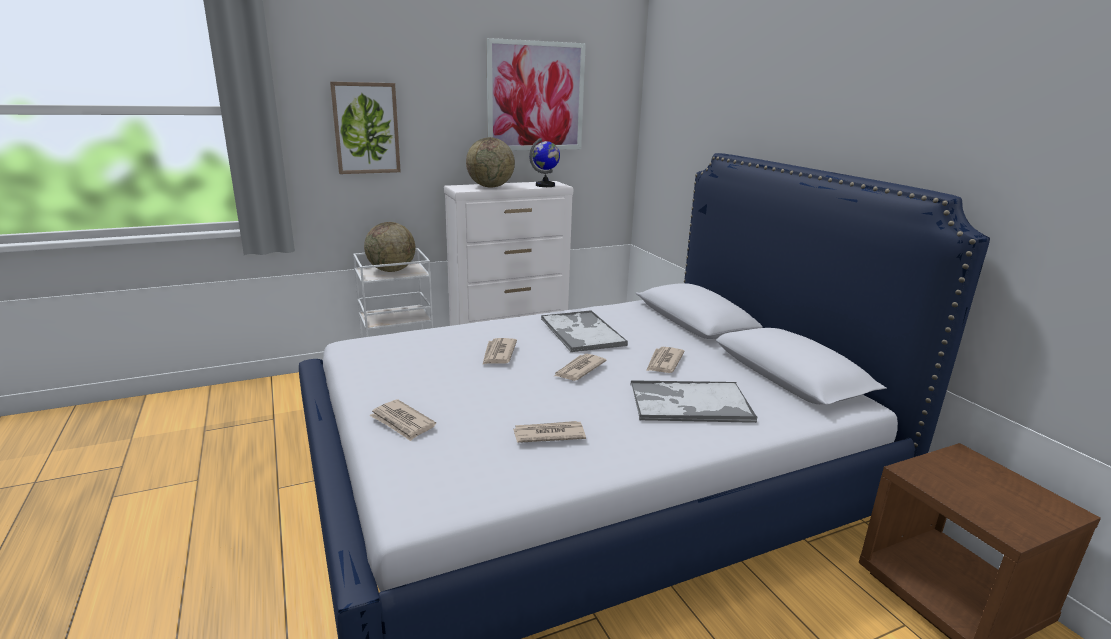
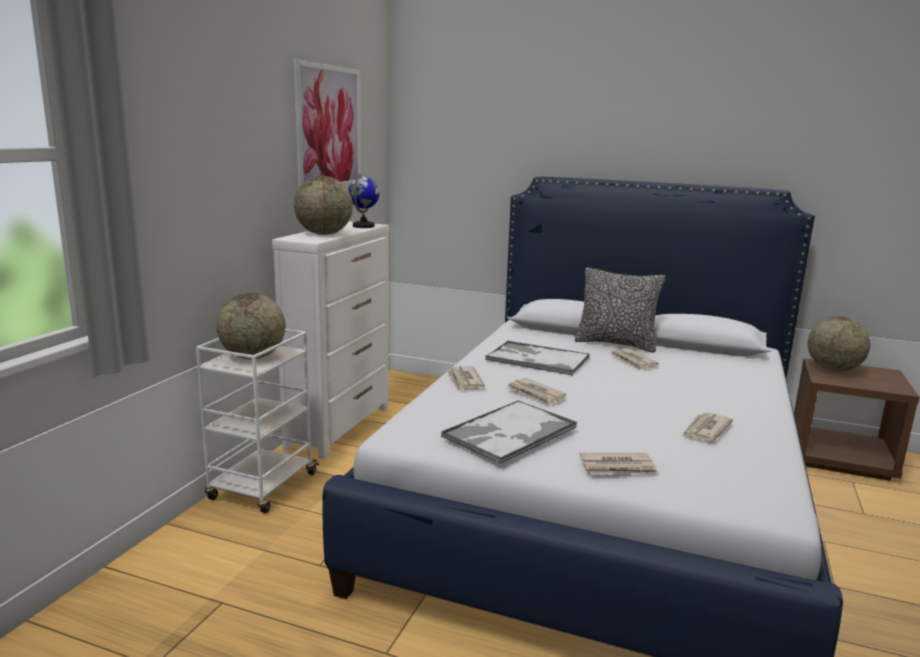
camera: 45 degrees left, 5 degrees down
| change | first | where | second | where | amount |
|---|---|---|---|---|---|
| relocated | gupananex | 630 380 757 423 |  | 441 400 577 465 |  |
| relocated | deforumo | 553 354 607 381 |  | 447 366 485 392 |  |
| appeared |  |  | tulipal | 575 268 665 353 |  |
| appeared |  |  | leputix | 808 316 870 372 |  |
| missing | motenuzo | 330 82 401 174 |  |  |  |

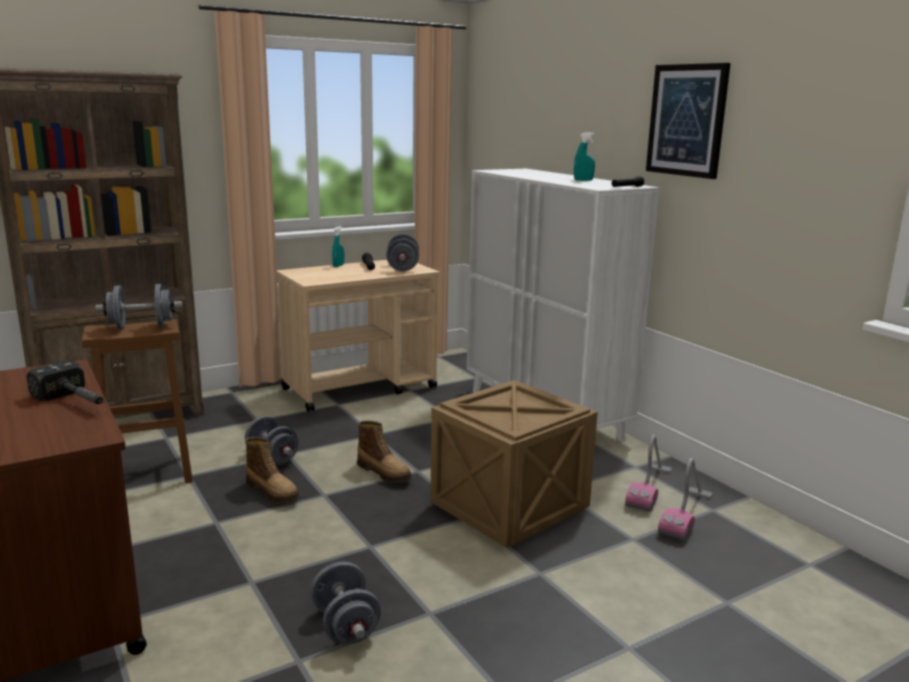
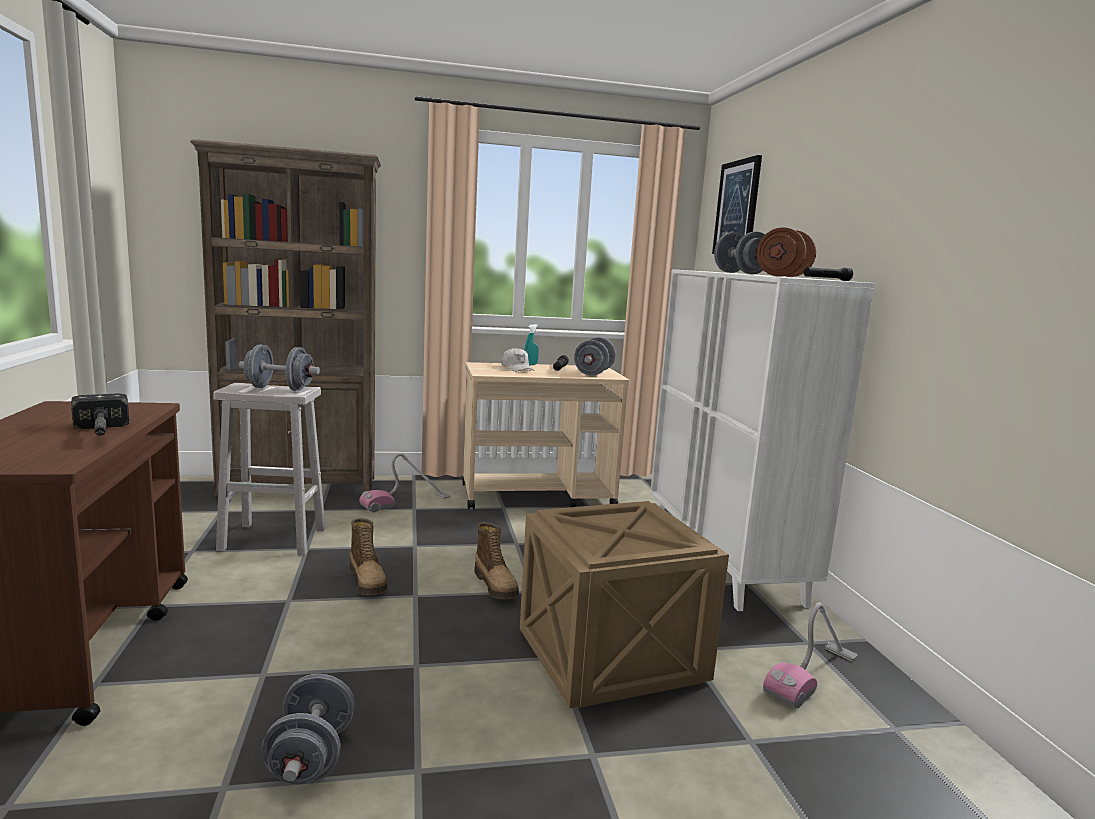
camera: 20 degrees right, 5 degrees down
| change | first | where | second | where | amount |
|---|---|---|---|---|---|
| colour | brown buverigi | 82 319 193 483 | white buverigi | 214 383 326 555 |  |
| relocated | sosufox | 658 458 713 541 |  | 359 453 450 513 |  |
| appeared |  |  | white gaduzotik | 501 347 535 372 |  |
| relocated | motenuzo | 646 63 731 179 |  | 712 155 762 254 |  |
| relocated | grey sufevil | 245 416 299 465 |  | 714 232 765 274 |  |
| exchanged | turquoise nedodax | 574 133 595 181 | brown sufevil | 757 227 816 277 |  |

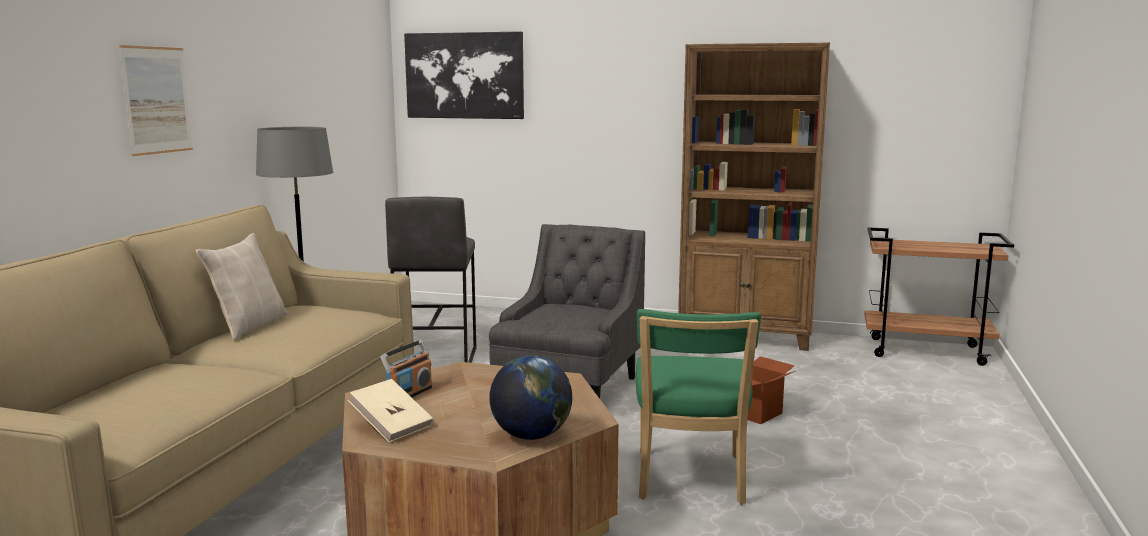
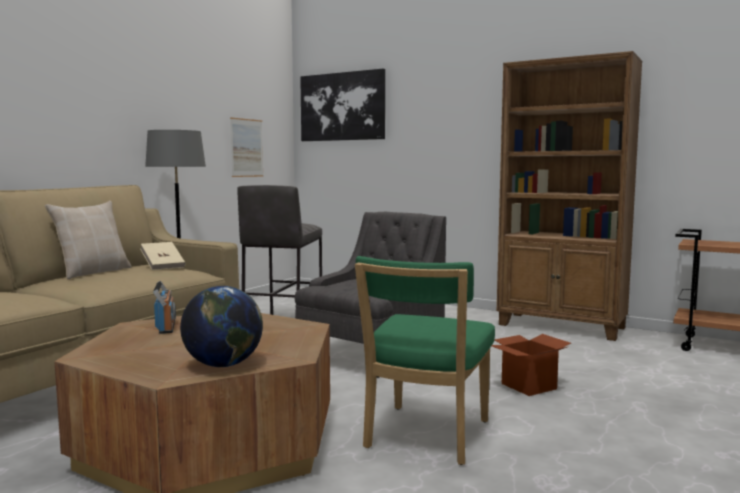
camera: 15 degrees right, 5 degrees down
| change | first | where | second | where | amount |
|---|---|---|---|---|---|
| relocated | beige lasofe | 348 379 433 442 |  | 140 242 186 270 |  |
| spun | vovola | 380 340 432 397 |  | 153 281 176 334 | 60 degrees counterclockwise |
| relocated | motenuzo | 119 45 193 156 |  | 230 117 264 177 |  |

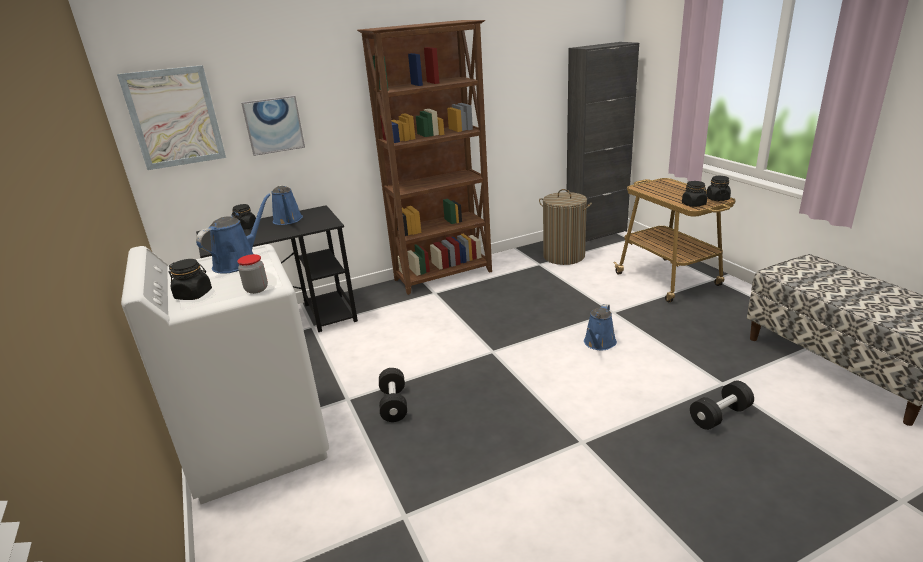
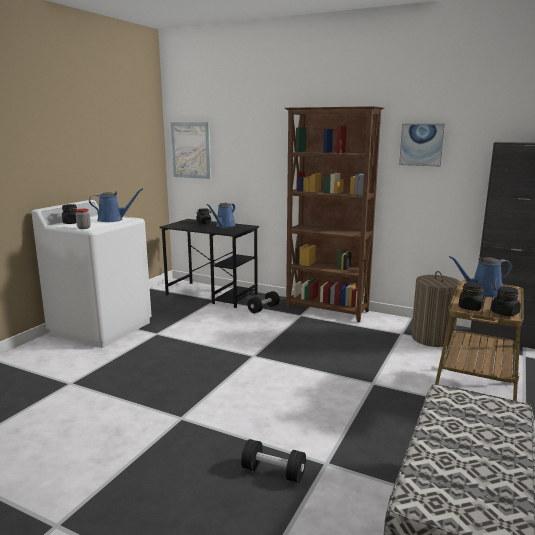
camera: 50 degrees right, 10 degrees down
| change | first | where | second | where | amount |
|---|---|---|---|---|---|
| relocated | black sufevil | 379 368 407 422 |  | 247 291 280 314 |  |
| relocated | motenuzo | 241 95 305 156 |  | 399 124 445 167 |  |
| relocated | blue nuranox | 584 304 617 350 |  | 449 256 512 297 |  |

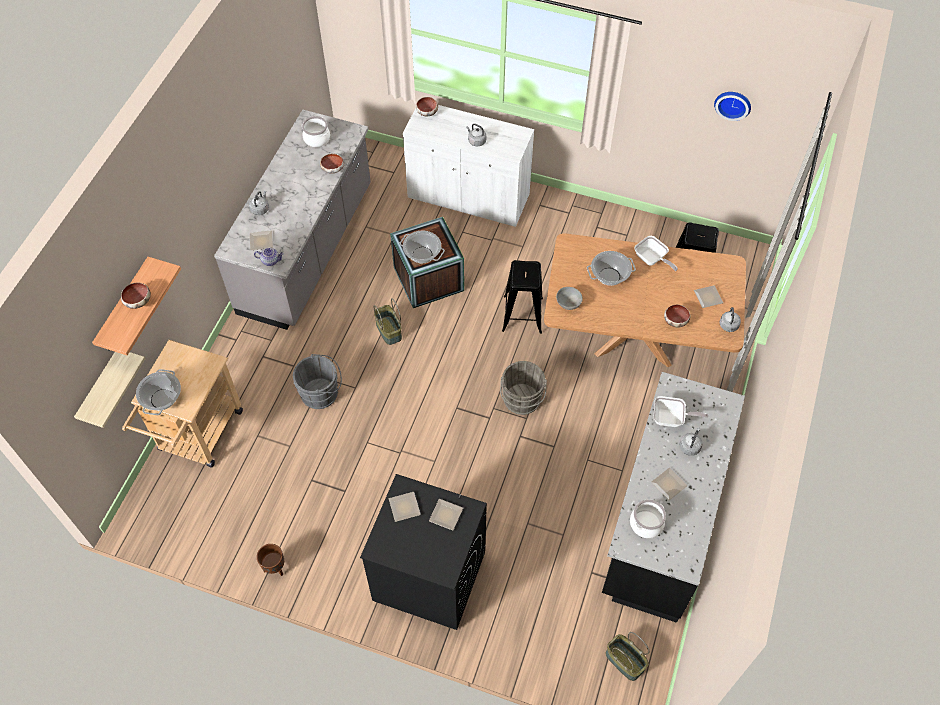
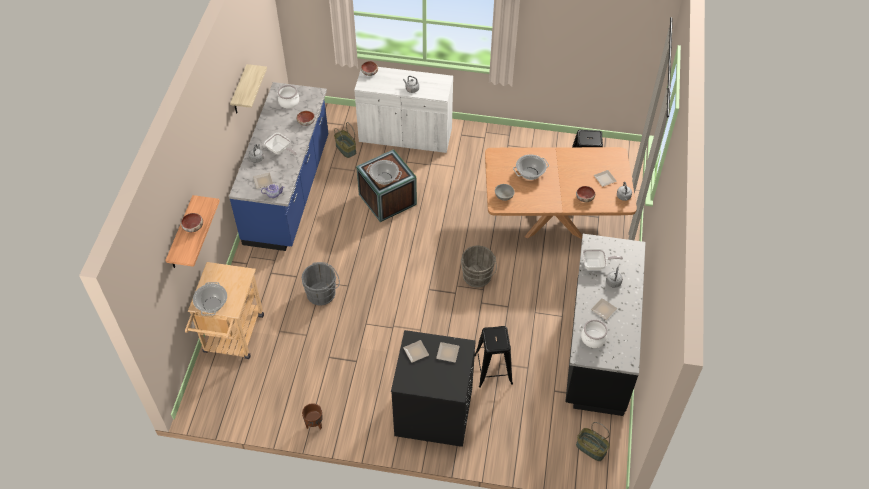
camera: 10 degrees left, 5 degrees down
| change | first | where | second | where | amount |
|---|---|---|---|---|---|
| colour | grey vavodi | 214 110 371 330 | blue vavodi | 229 82 328 251 |  |
| relocated | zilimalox | 74 352 146 428 |  | 230 64 267 114 |  |
| relocated | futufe | 634 236 678 271 |  | 264 133 297 155 |  |
| relocated | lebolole | 373 298 402 345 |  | 334 122 356 158 |  |
| relocated | black buverigi | 502 260 543 334 |  | 475 326 513 388 |  |
| missing | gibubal | 714 92 751 121 |  |  |  |

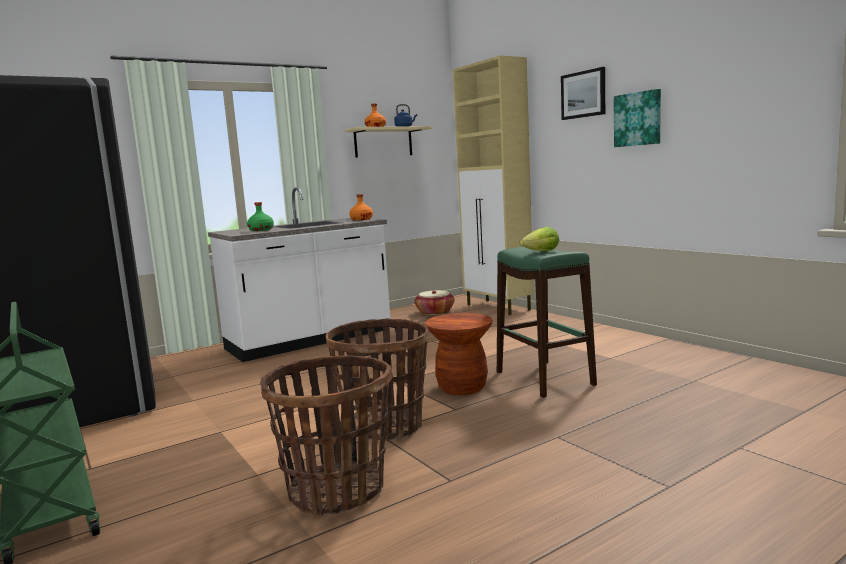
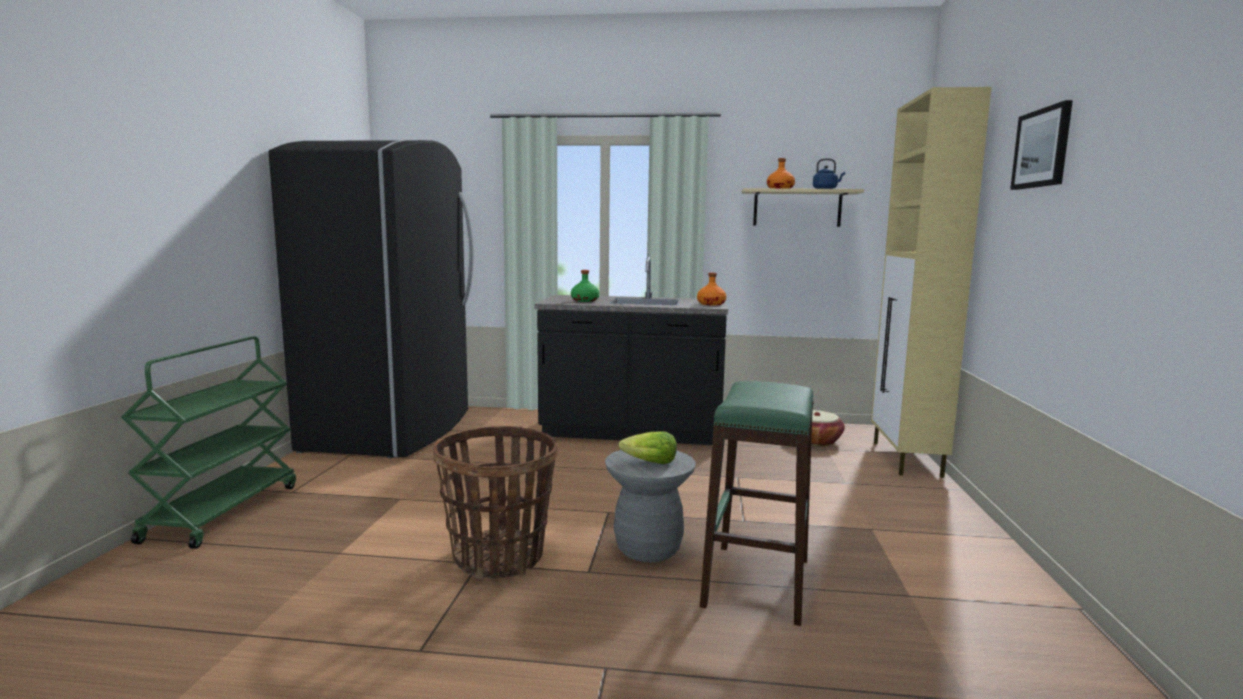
camera: 40 degrees right, 0 degrees up
| change | first | where | second | where | amount |
|---|---|---|---|---|---|
| colour | white vavodi | 208 187 390 362 | black vavodi | 534 257 728 445 |  |
| colour | brown buverigi | 425 313 493 395 | grey buverigi | 605 450 696 562 |  |
| relocated | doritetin | 520 227 559 251 |  | 619 431 677 464 |  |
| missing | lebolole | 260 355 392 516 |  |  |  |
| missing | motenuzo | 614 89 661 147 |  |  |  |

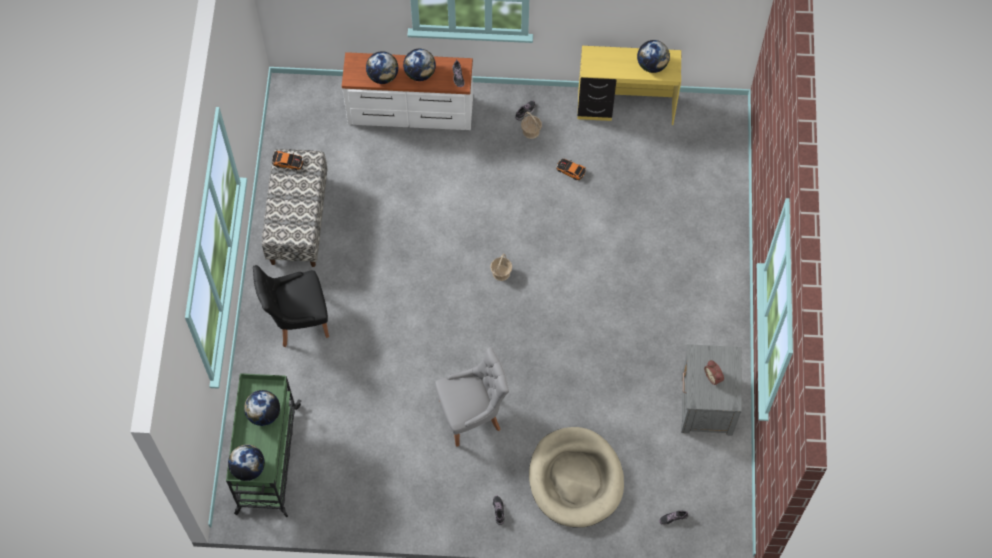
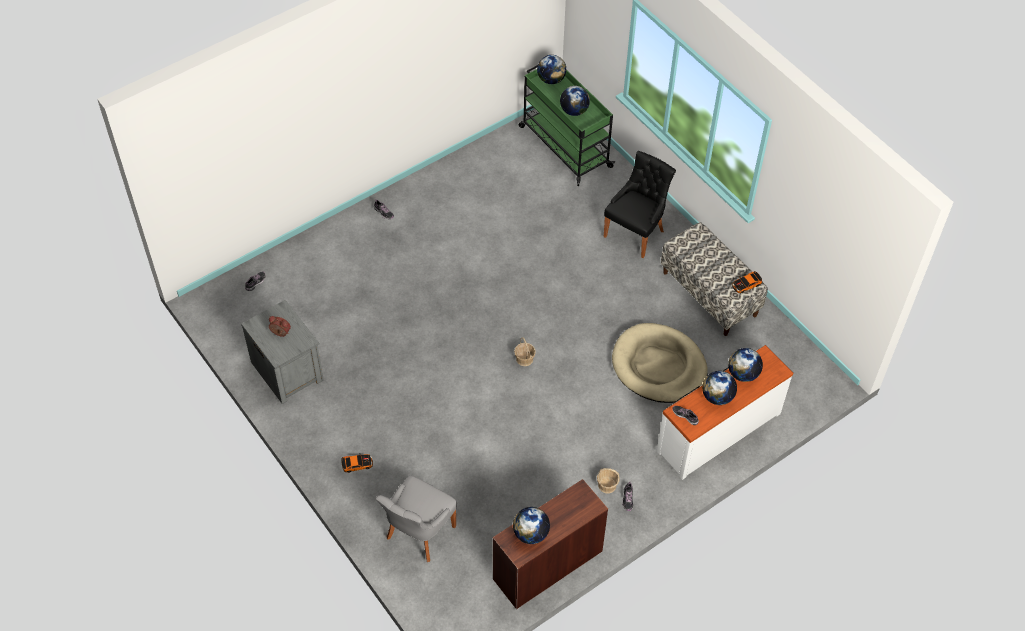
camera: 140 degrees right, 10 degrees down
| change | first | where | second | where | amount |
|---|---|---|---|---|---|
| relocated | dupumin | 556 159 586 180 |  | 341 454 373 473 |  |
| relocated | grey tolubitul | 435 347 509 447 |  | 375 476 457 562 |  |
| colour | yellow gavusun | 577 46 681 125 | brown gavusun | 493 479 608 609 |  |
| relocated | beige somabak | 529 427 624 528 |  | 612 323 708 403 |  |

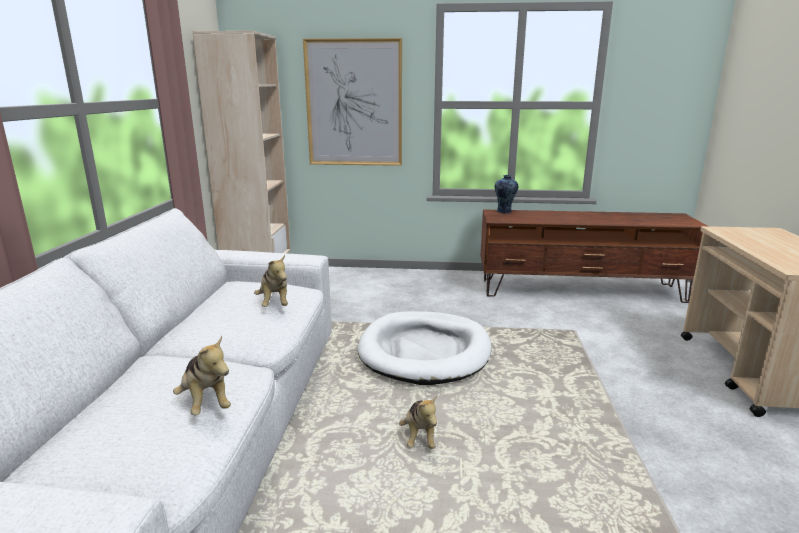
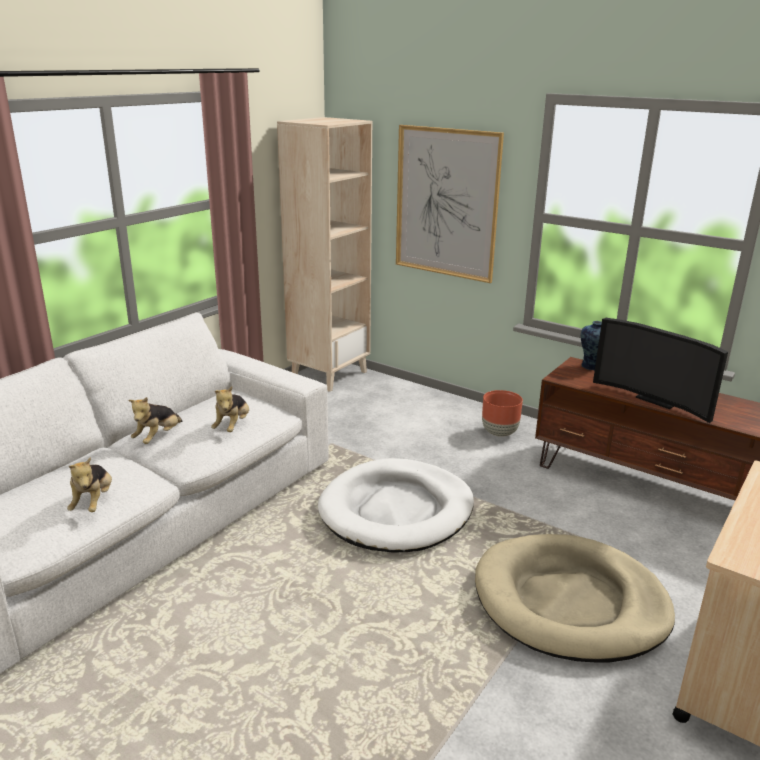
camera: 30 degrees right, 5 degrees up
| change | first | where | second | where | amount |
|---|---|---|---|---|---|
| relocated | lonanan | 399 395 437 449 |  | 128 397 183 444 |  |
| appeared |  |  | beige somabak | 475 534 675 663 |  |
| appeared |  |  | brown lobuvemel | 482 390 523 437 |  |
| appeared |  |  | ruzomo | 593 318 728 423 |  |

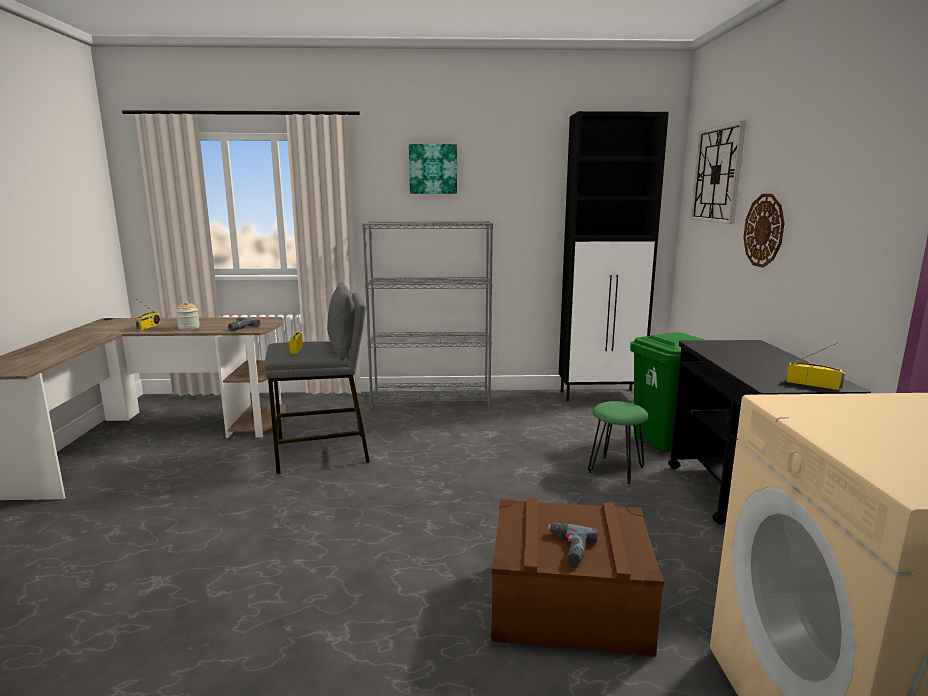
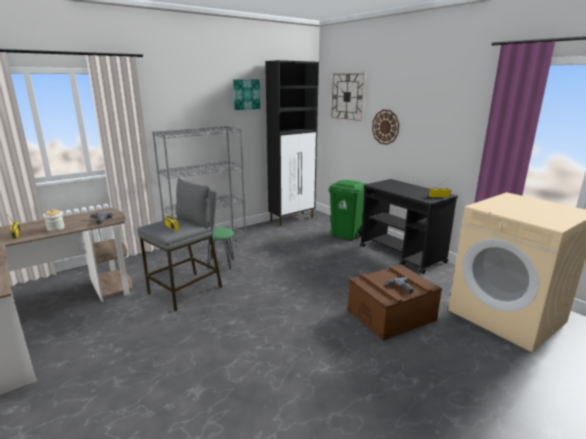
camera: 35 degrees left, 5 degrees up
| change | first | where | second | where | amount |
|---|---|---|---|---|---|
| relocated | green buverigi | 588 401 648 484 |  | 207 227 234 269 |  |
| relocated | motenuzo | 409 144 457 194 |  | 233 79 260 110 |  |

